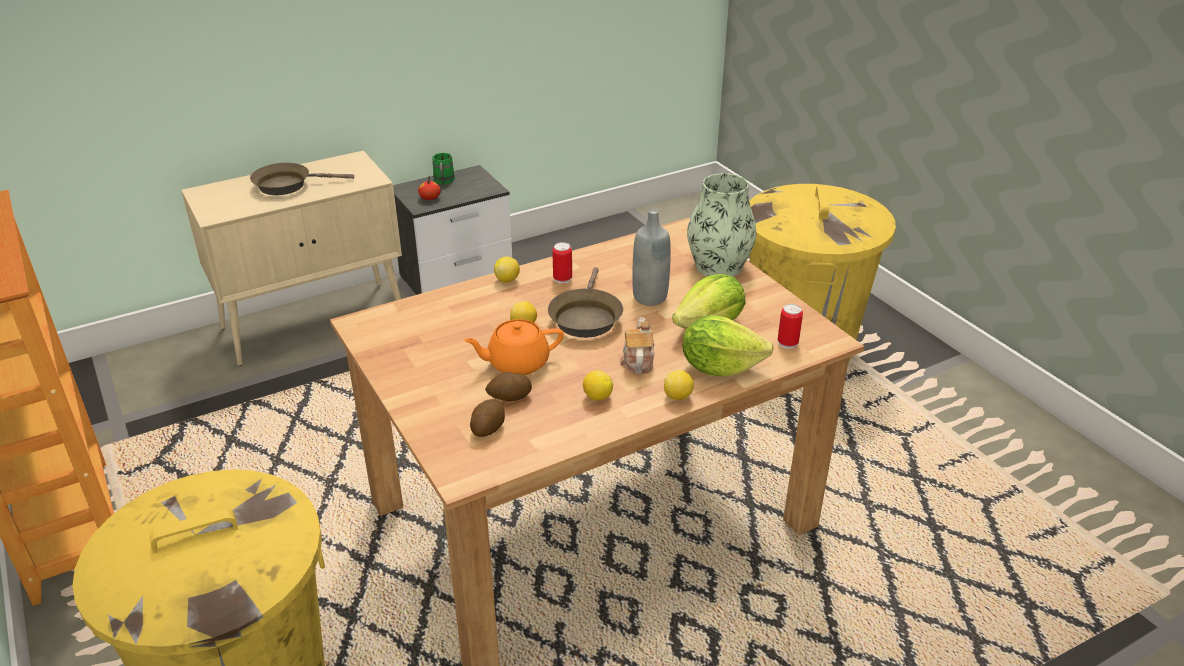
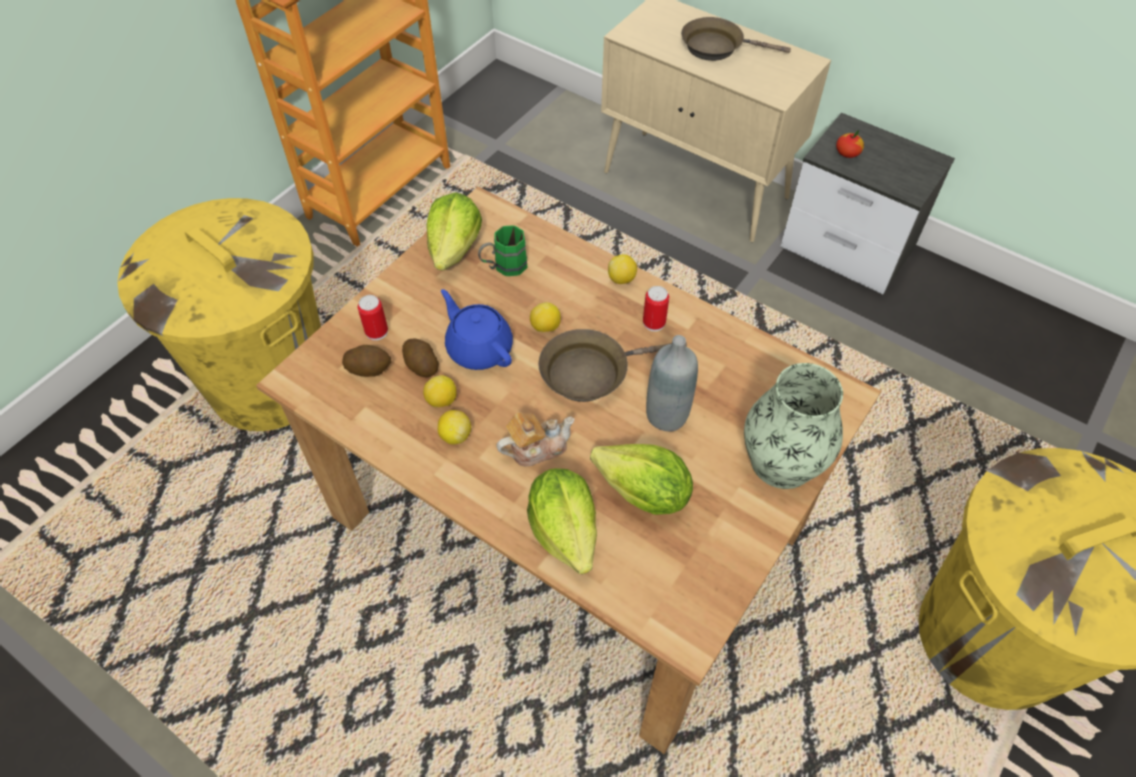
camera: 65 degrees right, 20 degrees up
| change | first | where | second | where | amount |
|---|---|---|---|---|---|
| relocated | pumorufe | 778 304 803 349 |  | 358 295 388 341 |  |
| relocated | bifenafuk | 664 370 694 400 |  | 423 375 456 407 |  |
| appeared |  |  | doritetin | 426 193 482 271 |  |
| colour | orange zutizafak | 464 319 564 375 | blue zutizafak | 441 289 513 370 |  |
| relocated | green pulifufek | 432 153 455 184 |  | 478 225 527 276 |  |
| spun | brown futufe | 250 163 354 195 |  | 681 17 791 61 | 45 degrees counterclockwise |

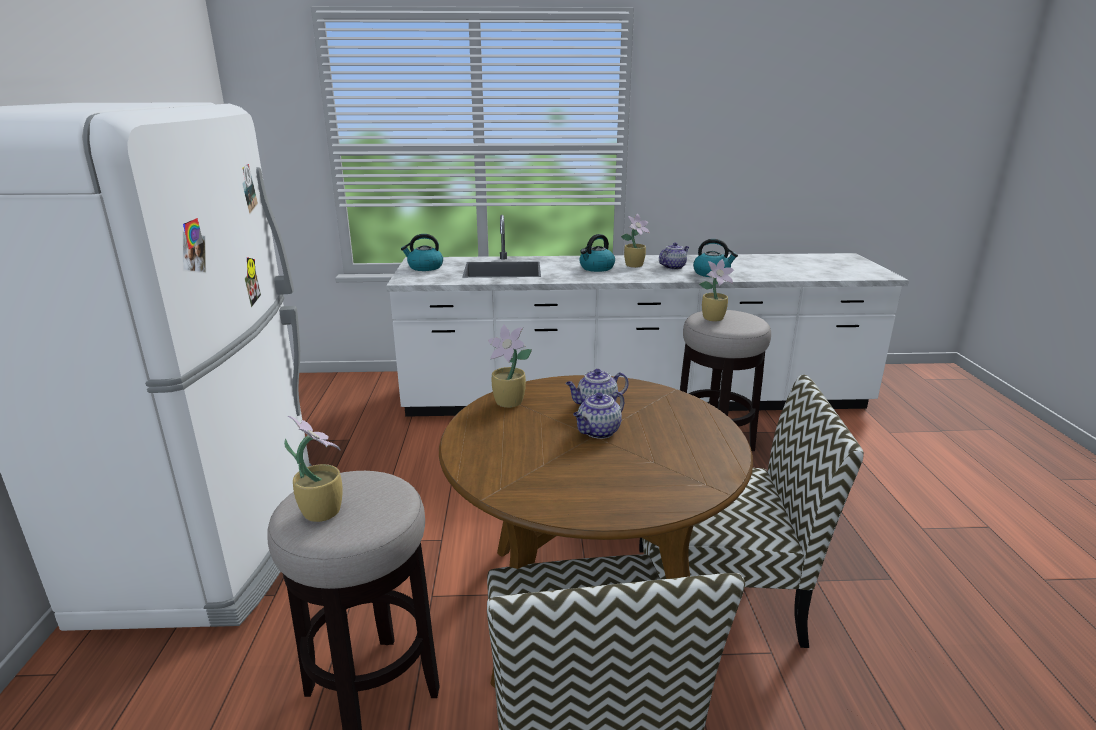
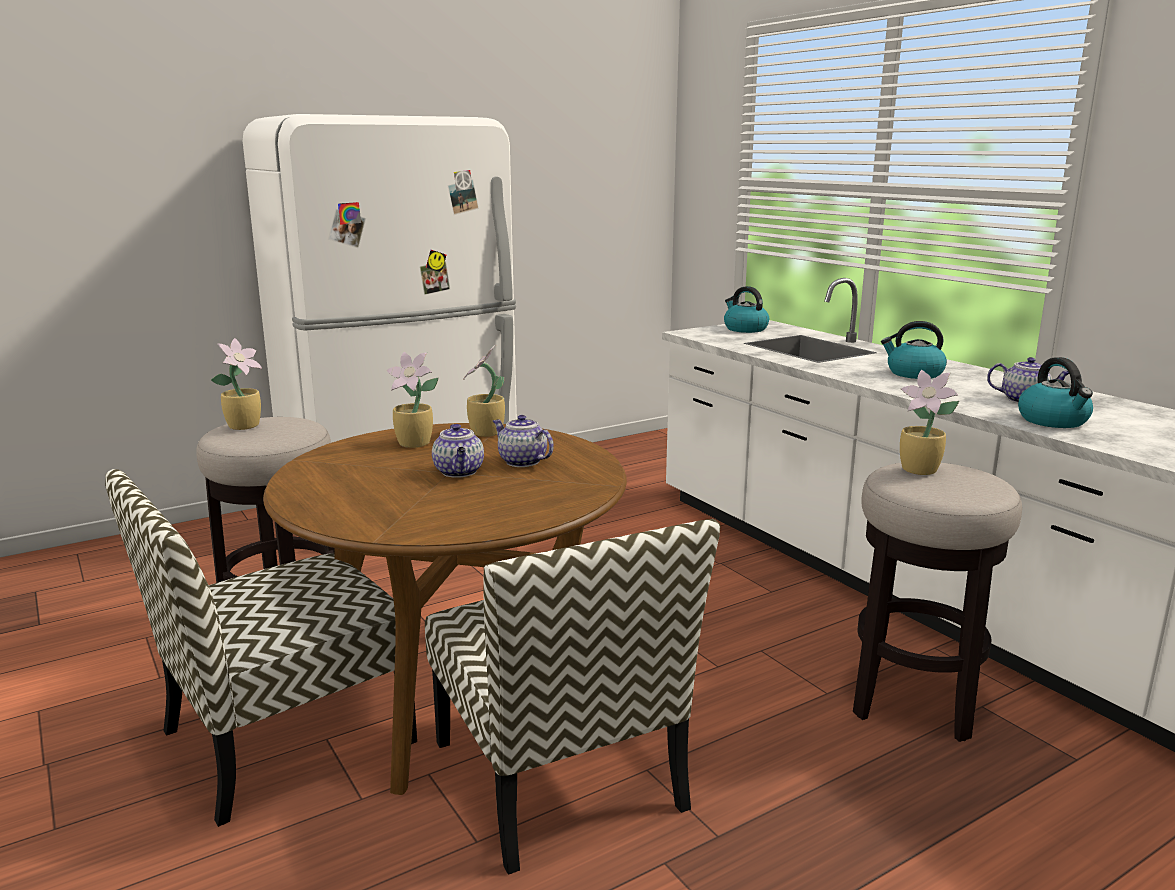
camera: 60 degrees right, 5 degrees down
| change | first | where | second | where | amount |
|---|---|---|---|---|---|
| relocated | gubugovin | 621 214 650 268 |  | 386 352 438 448 |  |
| spun | zutizafak | 573 392 624 439 |  | 432 424 484 478 | 120 degrees counterclockwise |

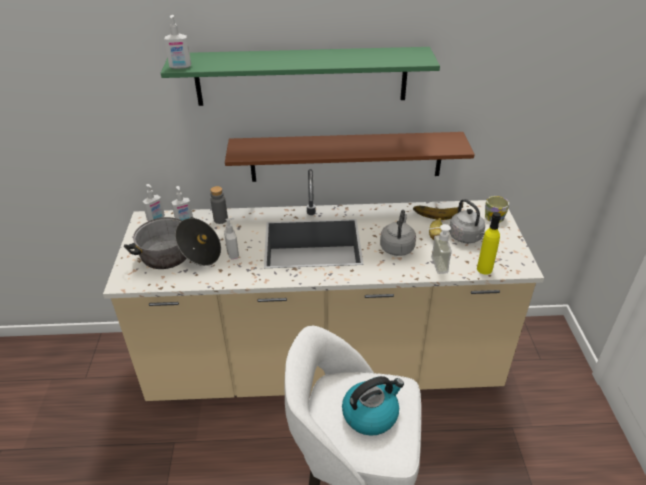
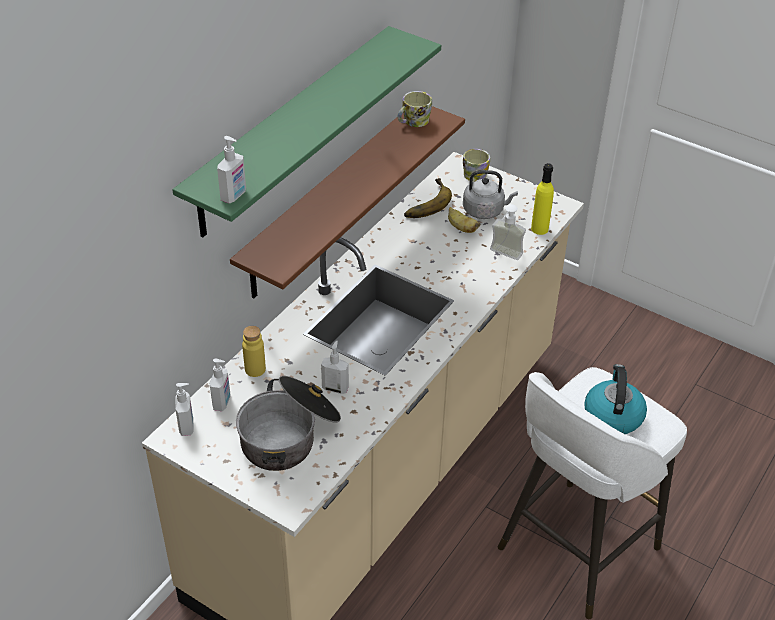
camera: 55 degrees left, 5 degrees up
| change | first | where | second | where | amount |
|---|---|---|---|---|---|
| colour | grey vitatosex | 210 186 228 224 | yellow vitatosex | 242 326 266 377 |  |
| appeared |  |  | pulifufek | 397 91 432 127 |  |
| missing | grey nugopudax | 380 210 416 256 |  |  |  |

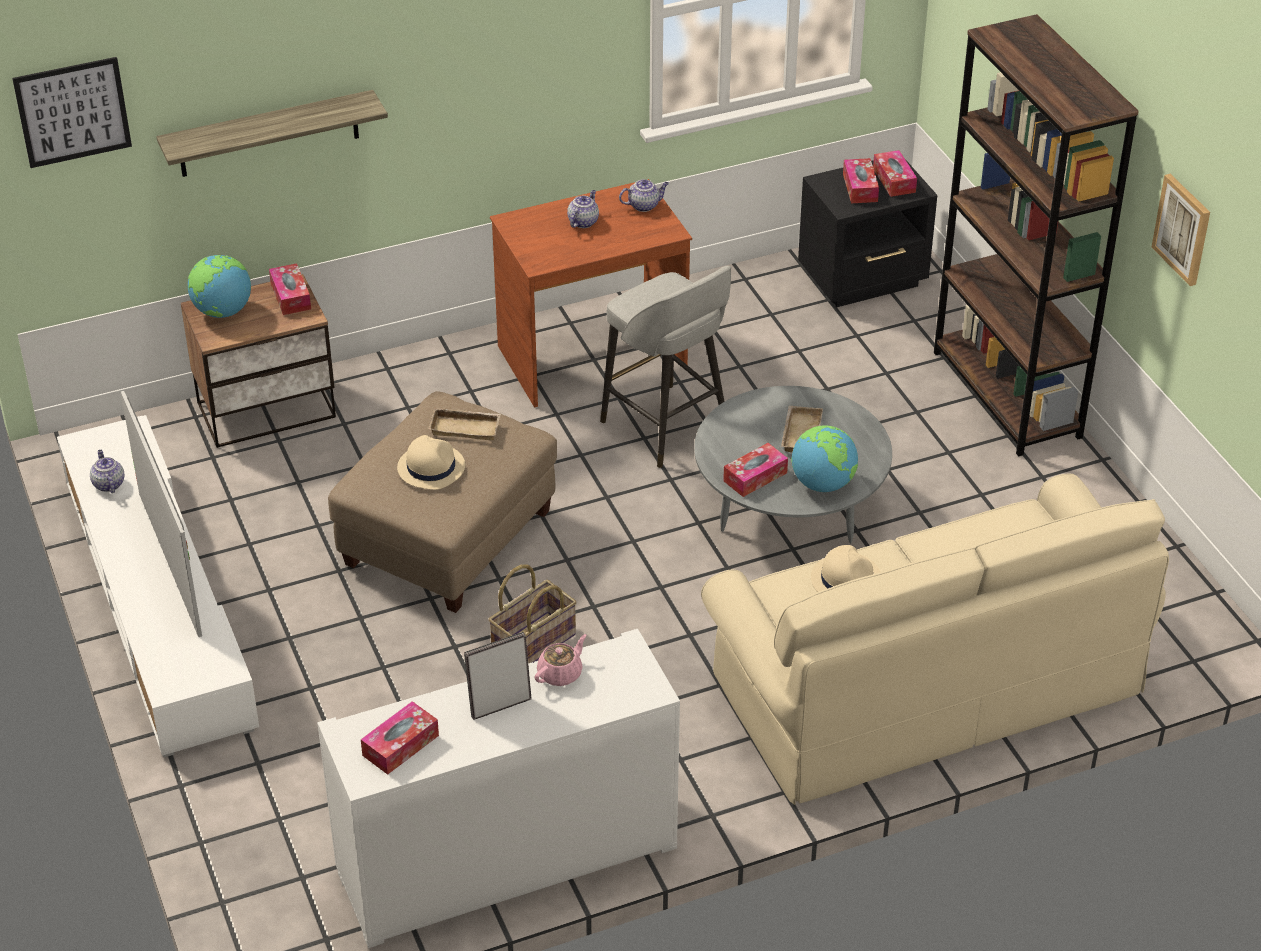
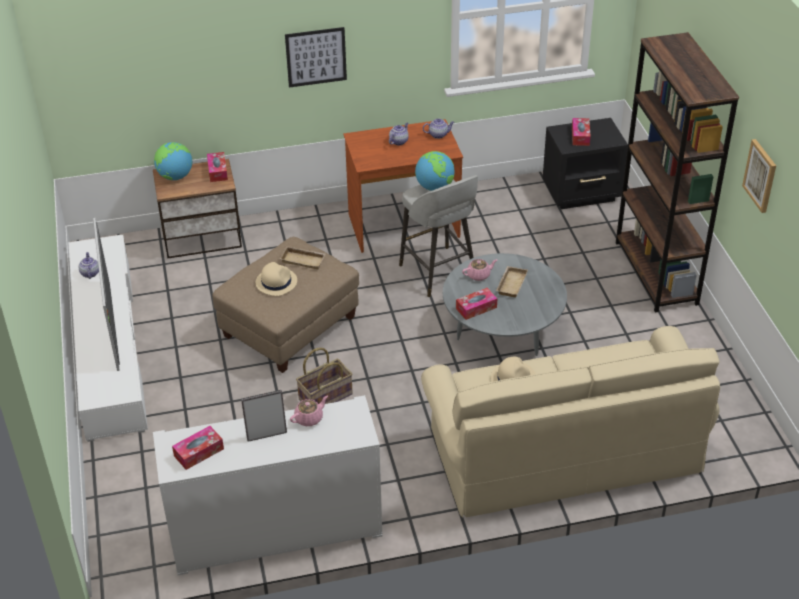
camera: 10 degrees right, 0 degrees up
| change | first | where | second | where | amount |
|---|---|---|---|---|---|
| relocated | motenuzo | 12 57 132 168 |  | 285 27 347 88 |  |
| relocated | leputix | 791 425 858 492 |  | 415 151 454 191 |  |
| appeared |  |  | pink zutizafak | 462 259 497 281 |  |
| missing | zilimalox | 156 90 388 177 |  |  |  |
| missing | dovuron | 873 150 917 197 |  |  |  |

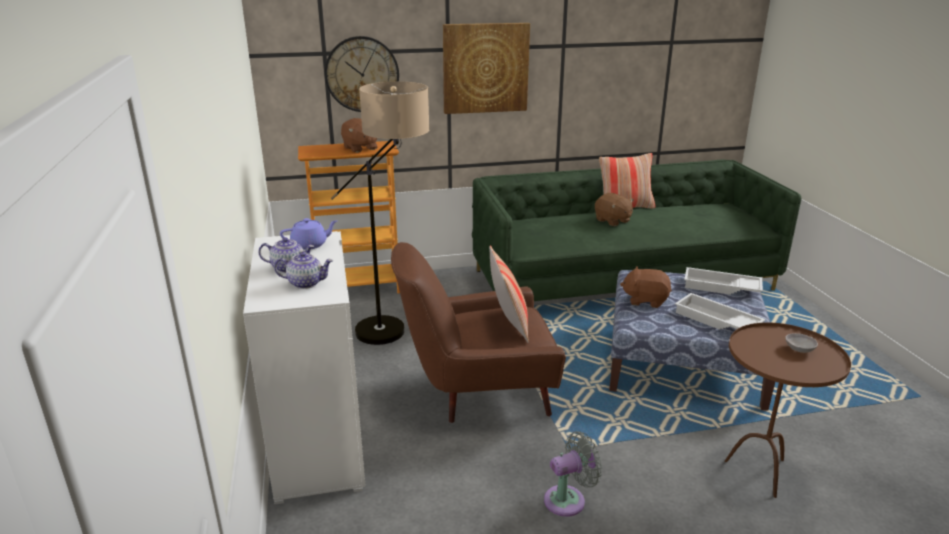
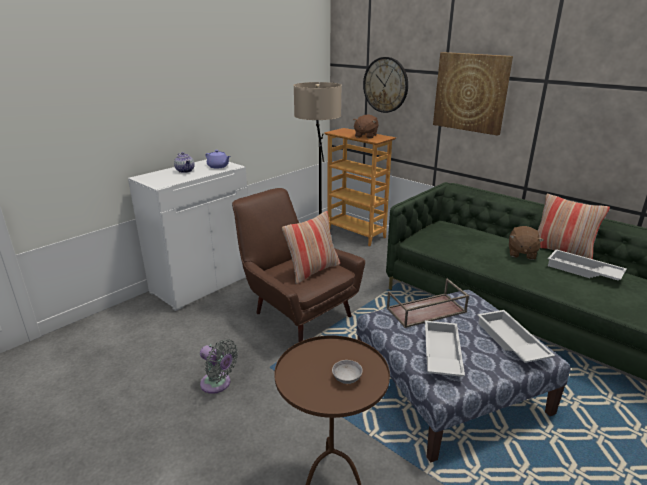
camera: 55 degrees right, 0 degrees up
| change | first | where | second | where | amount |
|---|---|---|---|---|---|
| exchanged | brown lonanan | 620 266 672 308 | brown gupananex | 387 279 469 328 |  |
| appeared |  |  | white gupananex | 548 249 627 281 |  |
| missing | zutizafak | 274 252 333 289 |  |  |  |

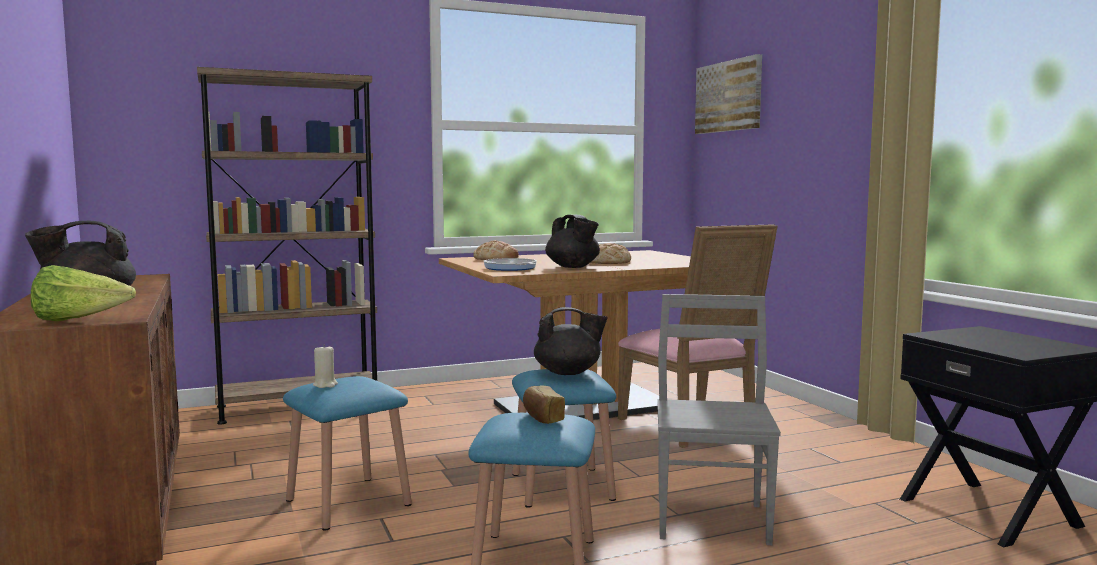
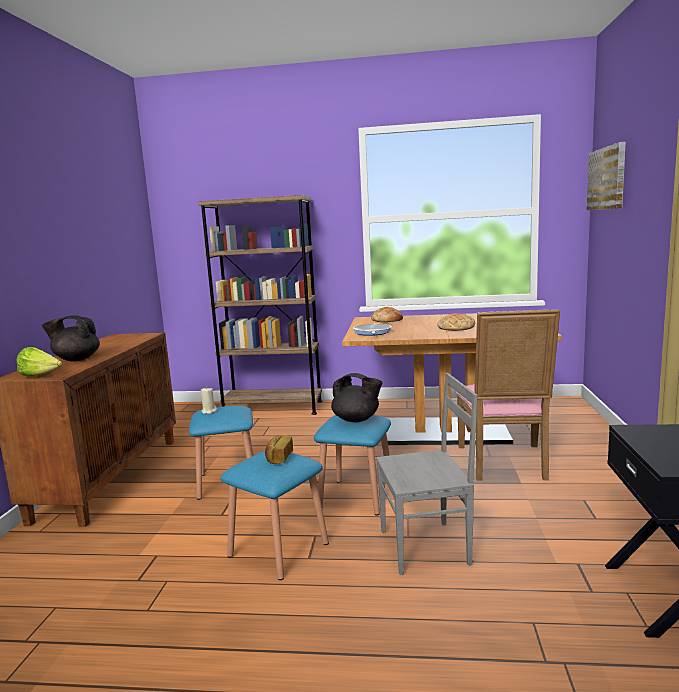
camera: 30 degrees right, 5 degrees up
| change | first | where | second | where | amount |
|---|---|---|---|---|---|
| spun | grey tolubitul | 657 294 781 545 |  | 376 373 478 575 | 45 degrees clockwise |
| missing | black zutizafak | 545 215 600 268 |  |  |  |

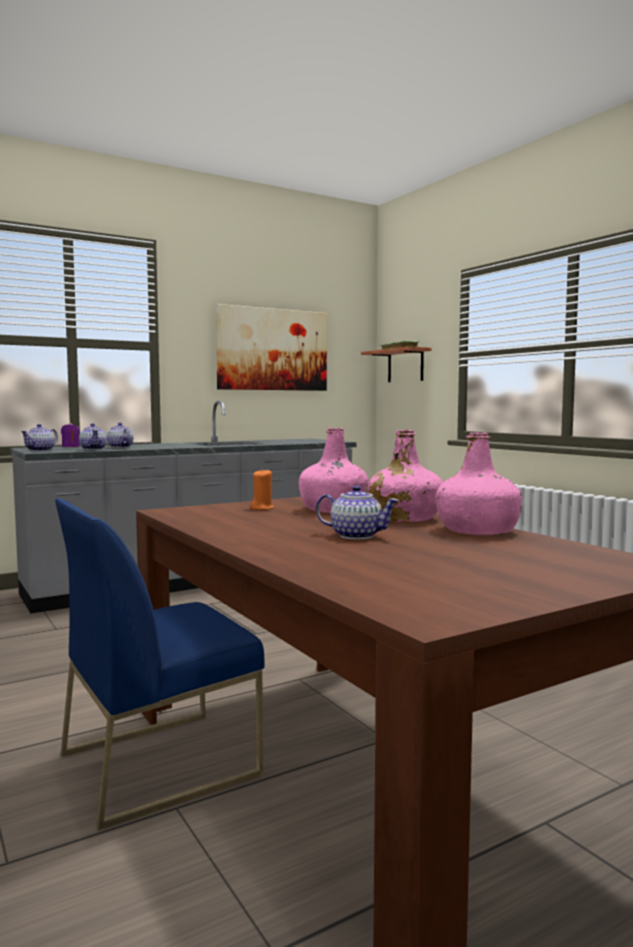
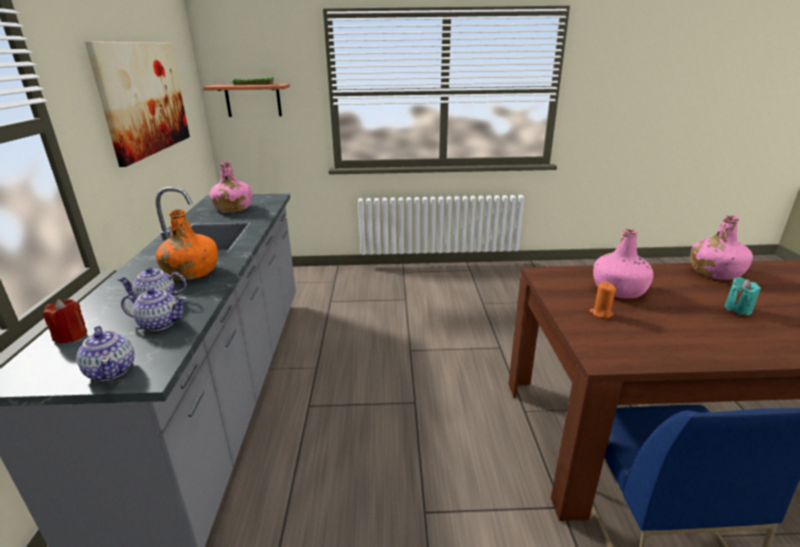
camera: 60 degrees left, 20 degrees up
| change | first | where | second | where | amount |
|---|---|---|---|---|---|
| colour | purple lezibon | 61 422 79 447 | red lezibon | 43 299 87 343 |  |
| appeared |  |  | orange vitatosex | 156 209 218 280 |  |
| relocated | pink vitatosex | 367 430 443 522 |  | 210 162 252 213 |  |
| exchanged | zutizafak | 316 485 399 539 | turquoise lezibon | 725 277 761 316 |  |

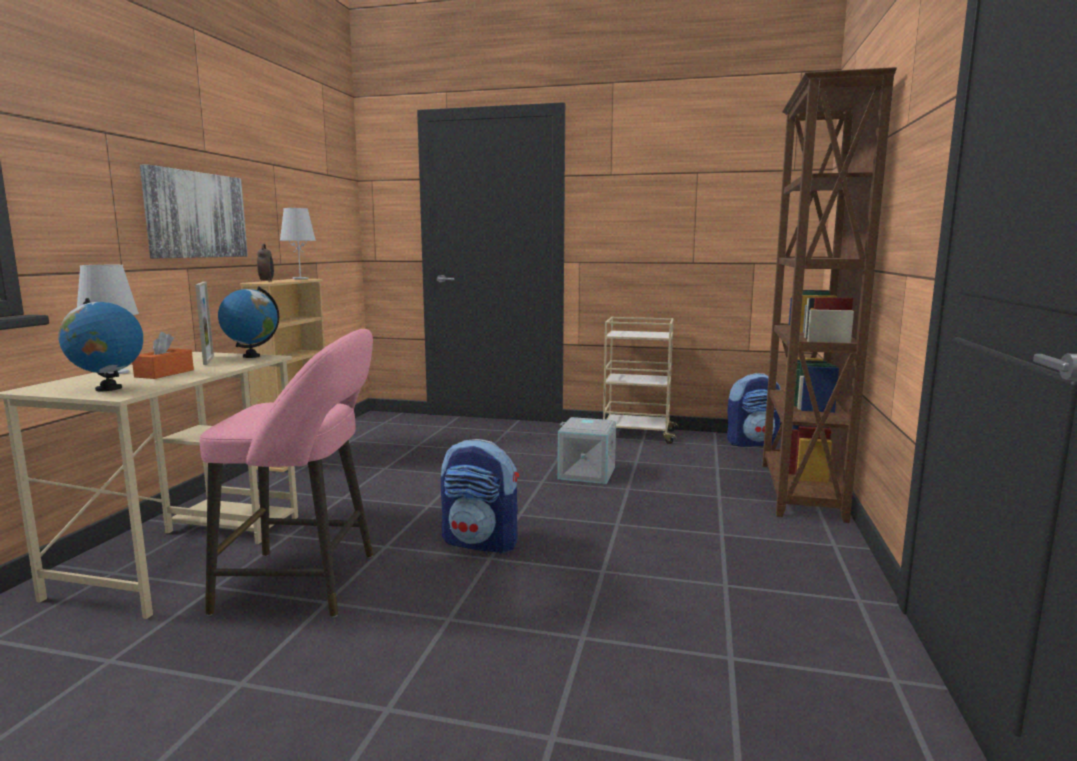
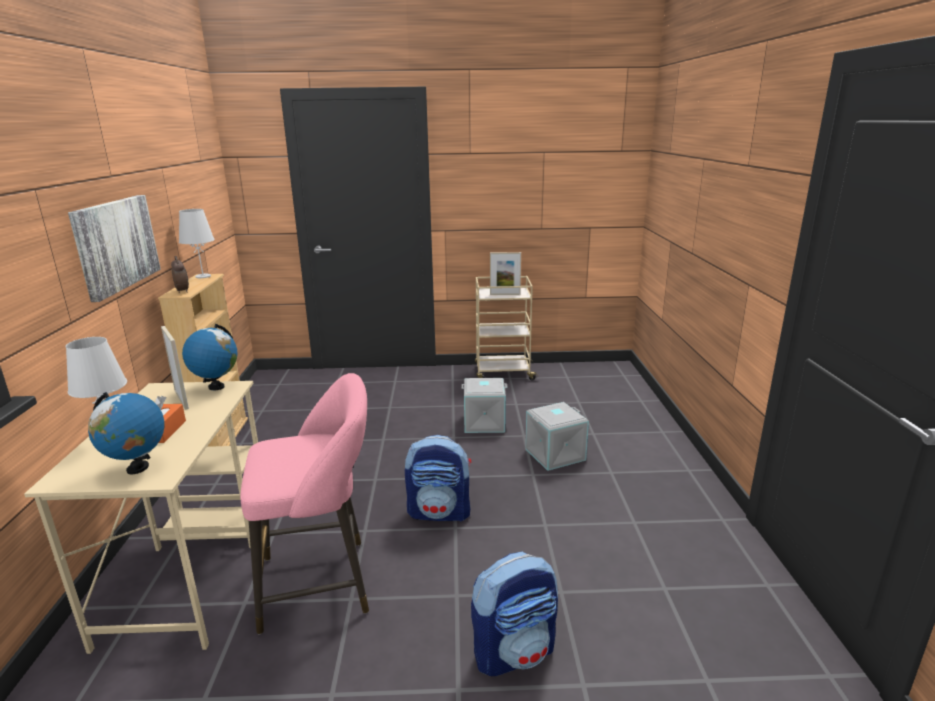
camera: 15 degrees left, 10 degrees up
| change | first | where | second | where | amount |
|---|---|---|---|---|---|
| relocated | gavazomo | 727 373 781 447 |  | 471 552 558 676 |  |
| appeared |  |  | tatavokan | 490 252 521 295 |  |
| appeared |  |  | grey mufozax | 525 402 589 471 |  |
| missing | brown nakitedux | 762 67 897 523 |  |  |  |

